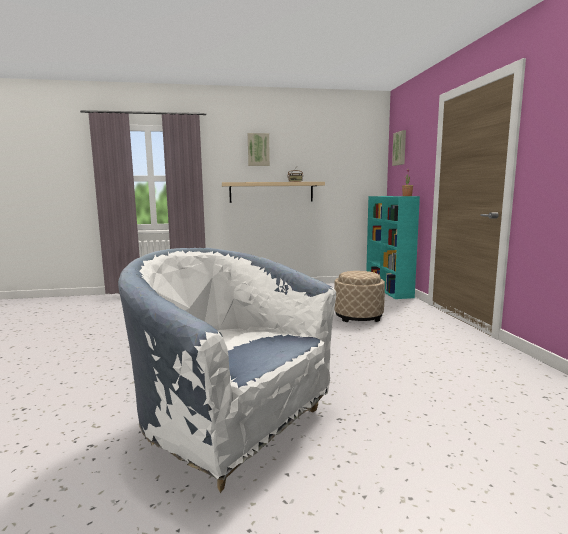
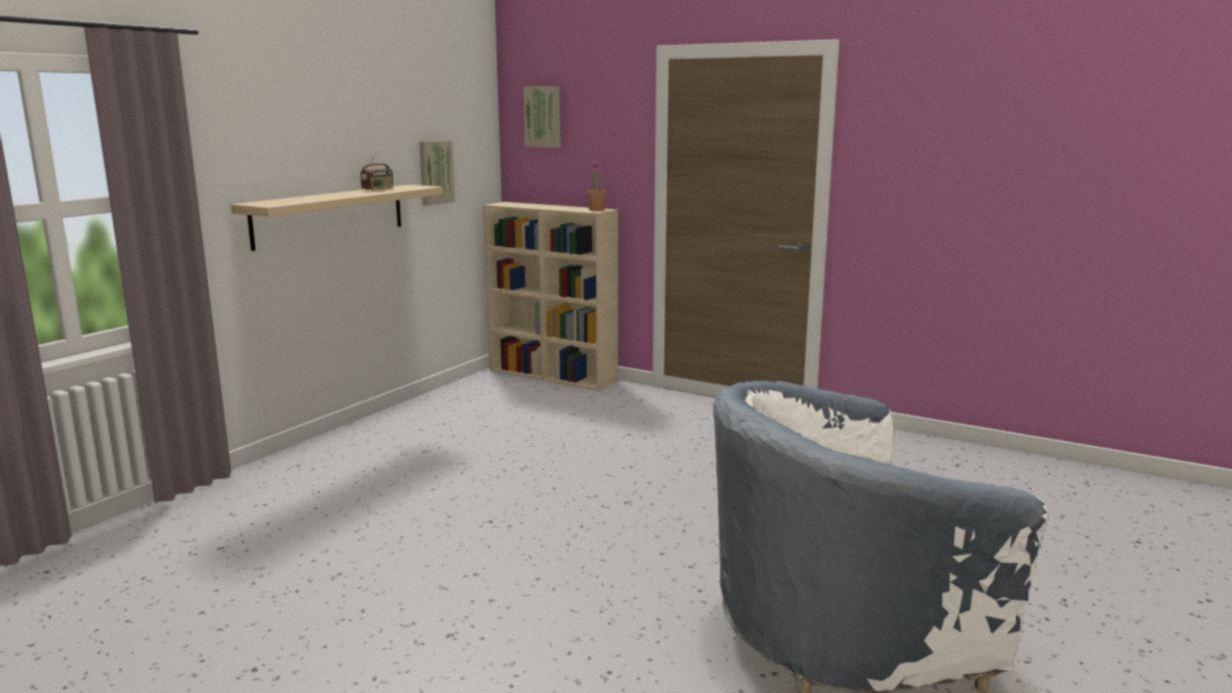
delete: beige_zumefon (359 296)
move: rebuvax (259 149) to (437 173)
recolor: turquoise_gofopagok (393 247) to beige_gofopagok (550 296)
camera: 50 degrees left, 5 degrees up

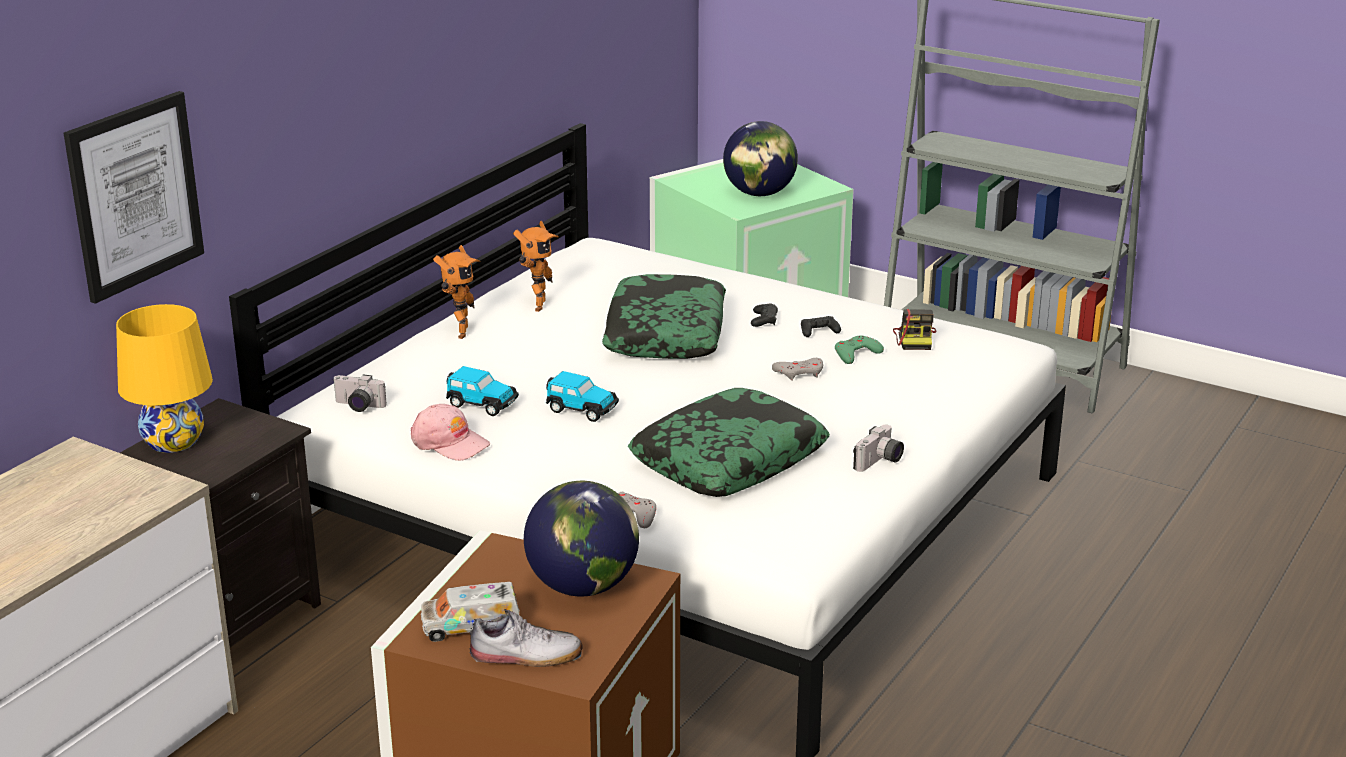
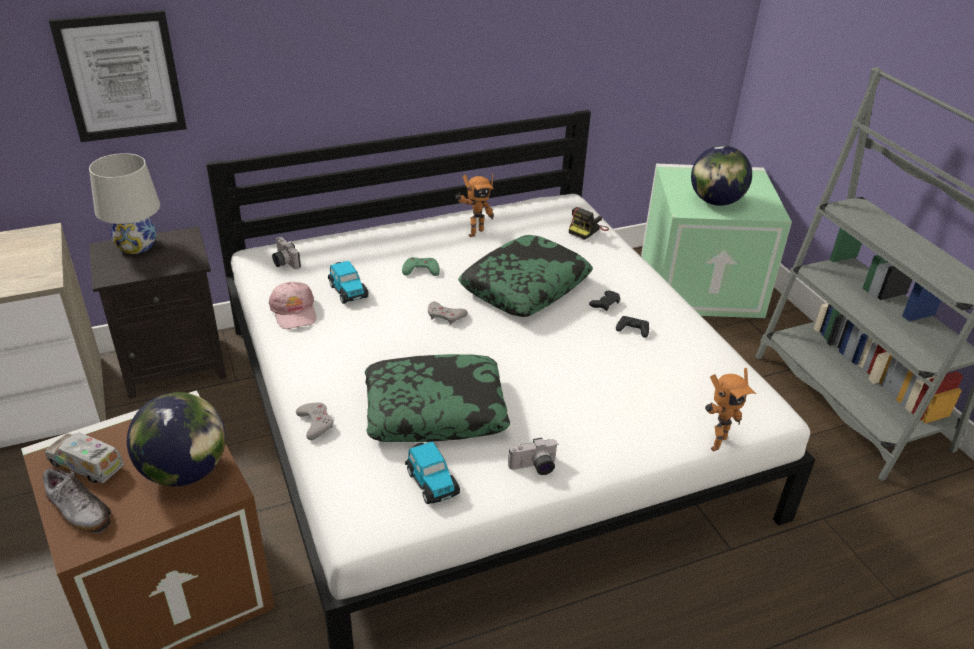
move: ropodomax (456 292) to (730 410); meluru (582 396) to (432 472); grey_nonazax (797 369) to (448 313); green_nonazax (859 349) to (421 266); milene (914 329) to (589 223)
recolor: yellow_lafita (164 378) to white_lafita (124 203)
camera: 35 degrees right, 10 degrees up

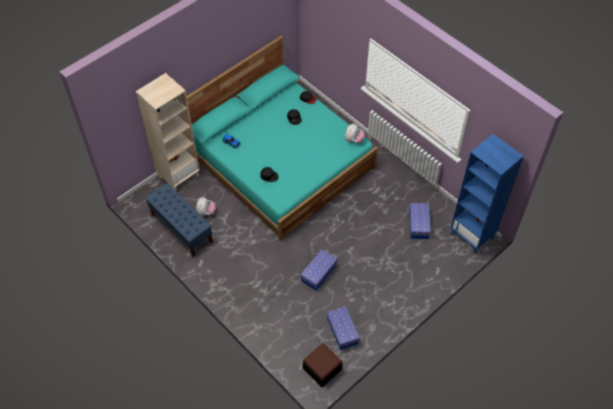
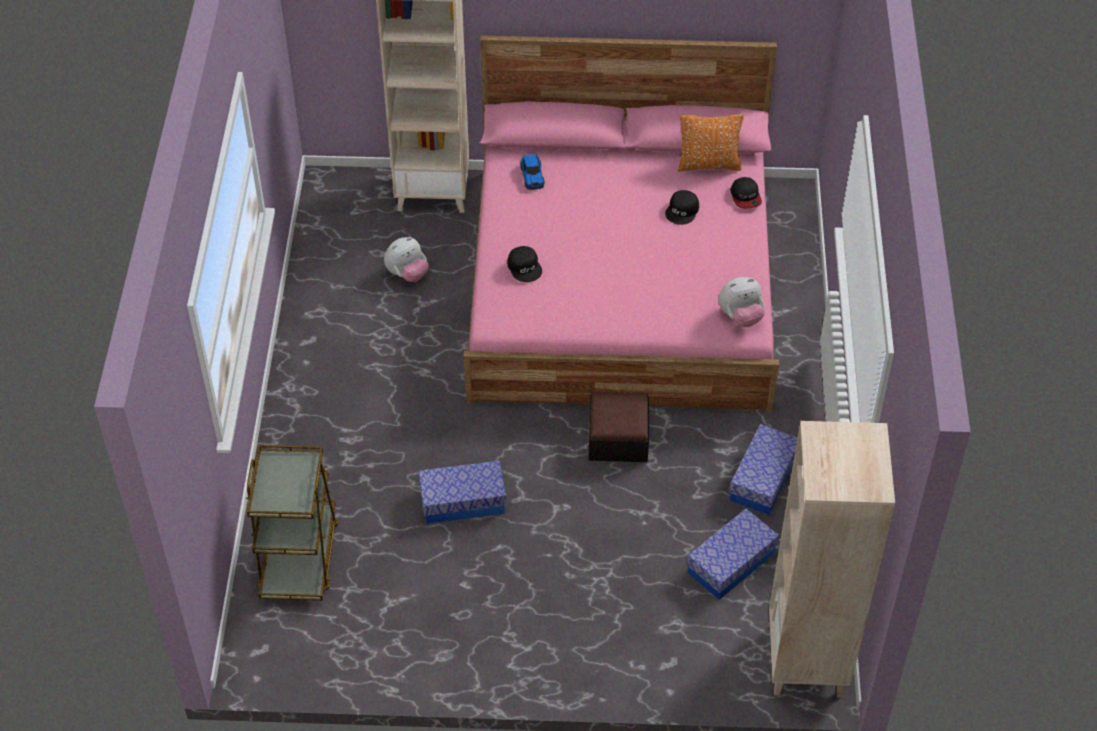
delete: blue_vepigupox (179 220)
insert: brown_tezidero (292 523); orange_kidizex (711 142)
move: zumefon (323 365) to (618 427); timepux (343 328) to (763 469)
recolor: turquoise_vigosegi (282 138) to pink_vigosegi (621 224); blue_gofopagok (487 194) to beige_gofopagok (832 559)
camera: 45 degrees right, 5 degrees down

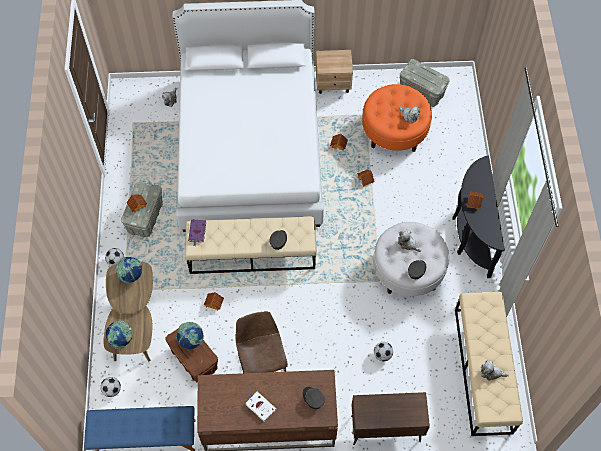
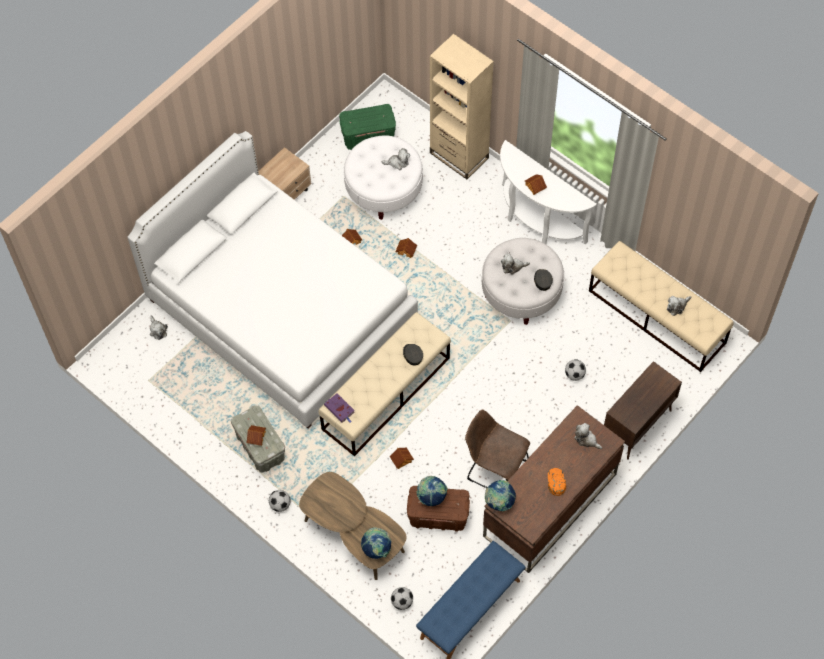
insert: beige_gofopagok (462 106)
move: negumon (129 270) to (500 495)
replace: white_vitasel (260 406) to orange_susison (557 482); grey_susison (314 398) to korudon (588 436)
recolor: orange_zumefon (397 118) to white_zumefon (383 177); grey_timepux (425 83) to green_timepux (367 127); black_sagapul (478 217) to white_sagapul (548 192)
camera: 45 degrees left, 0 degrees up

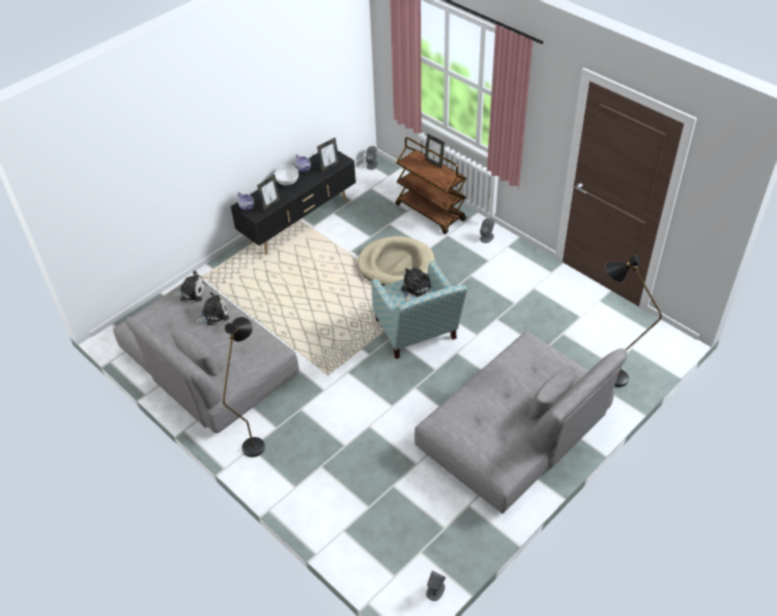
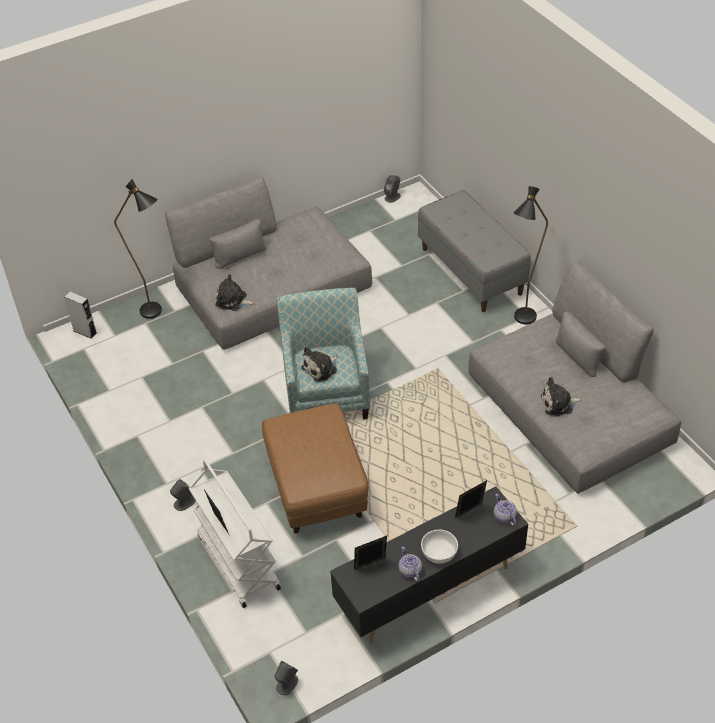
insert: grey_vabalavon (80 315); grey_vepigupox (474 251)
move: korudon (188 286) to (235 292)
replace: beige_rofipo (396 261) to brown_zumefon (315 469)
recolor: brown_tezidero (431 185) to white_tezidero (235 533)
camera: 165 degrees left, 0 degrees up

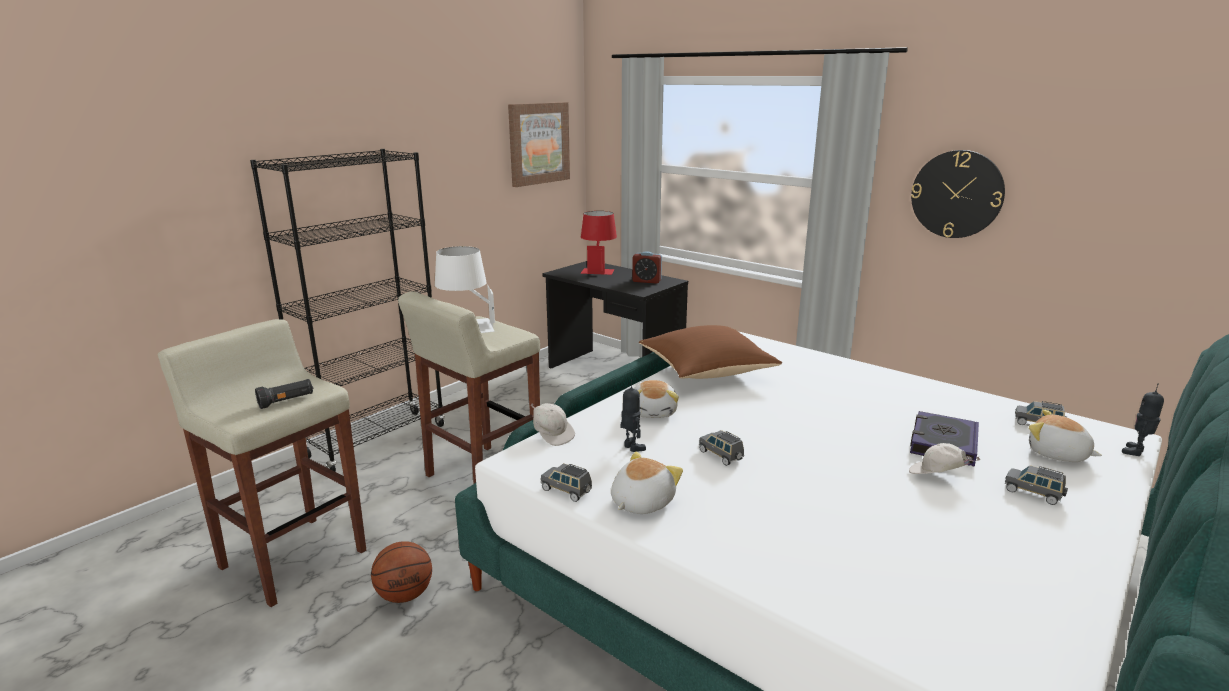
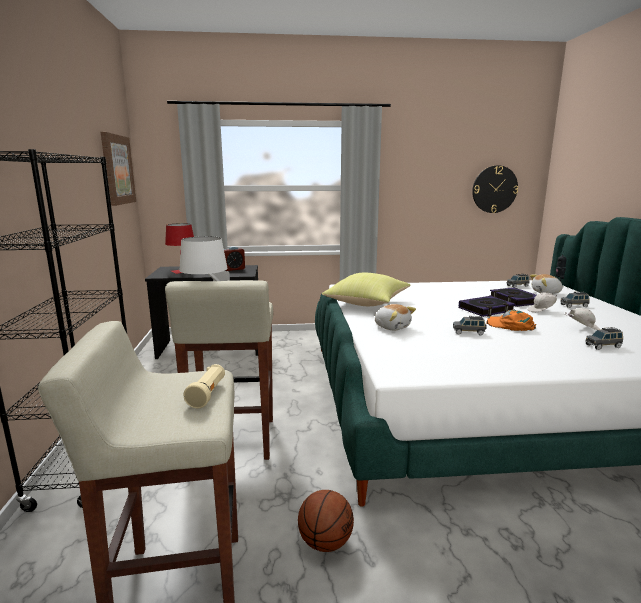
delete: korudon (647 482); ropodomax (633 416)
insert: vitasel (487 306); orange_susison (511 320)
move: white_susison (553 424) to (582 319); grey_meluru (566 482) to (604 338); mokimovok (958 194) to (495 189)
recolor: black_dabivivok (284 394) to beige_dabivivok (204 386); brown_kidizex (710 352) to yellow_kidizex (366 289)
camera: 45 degrees left, 5 degrees down

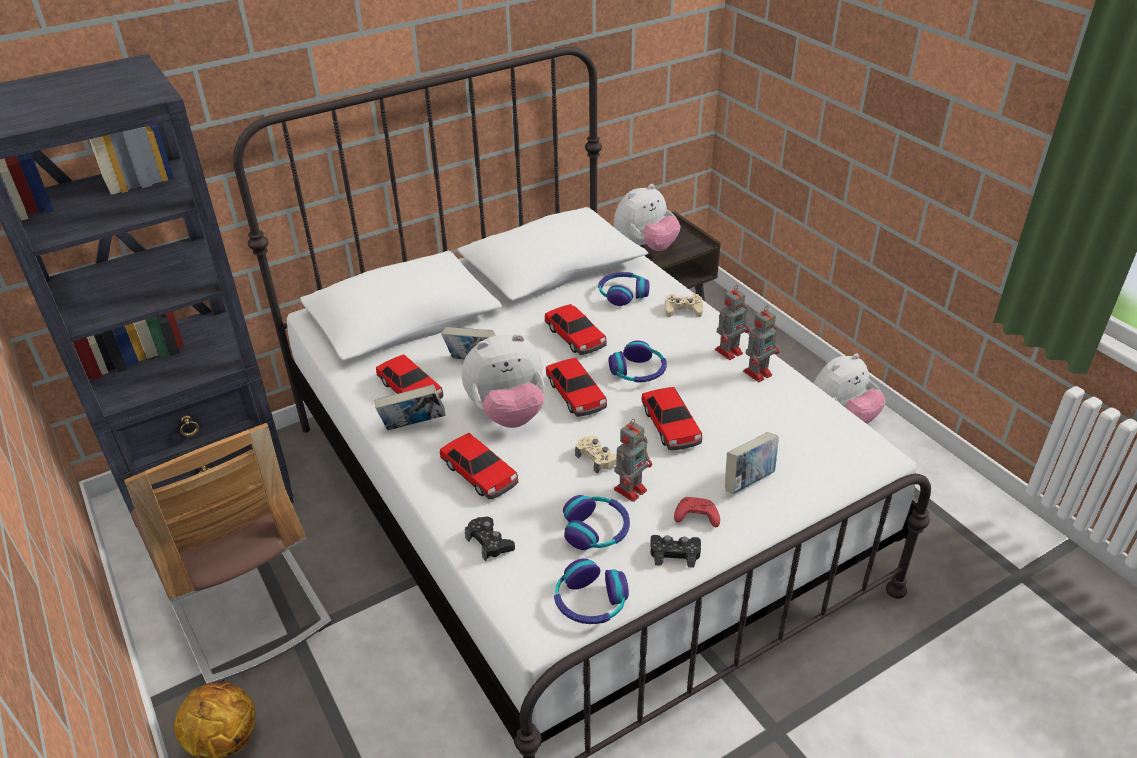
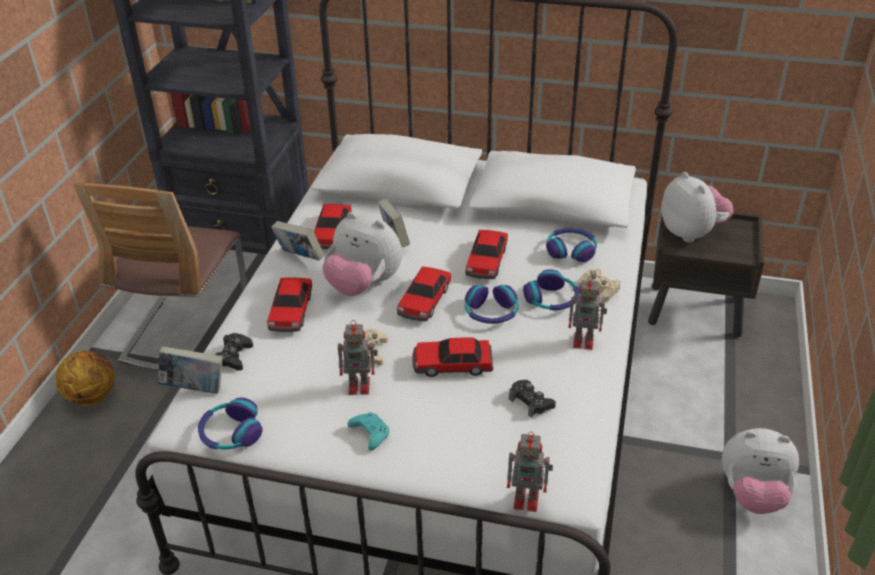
move: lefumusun (596 522) to (551 290); black_nonazax (675 551) to (532 399); vitasel (752 463) to (190 370); ropodomax (761 344) to (530 472)
recolor: red_nonazax (697 512) to turquoise_nonazax (368 431)
rotate: korudon (647 217) = (697 207) 120 degrees counterclockwise; meluru (672 418) = (452 357) 60 degrees clockwise
camera: 45 degrees right, 0 degrees up

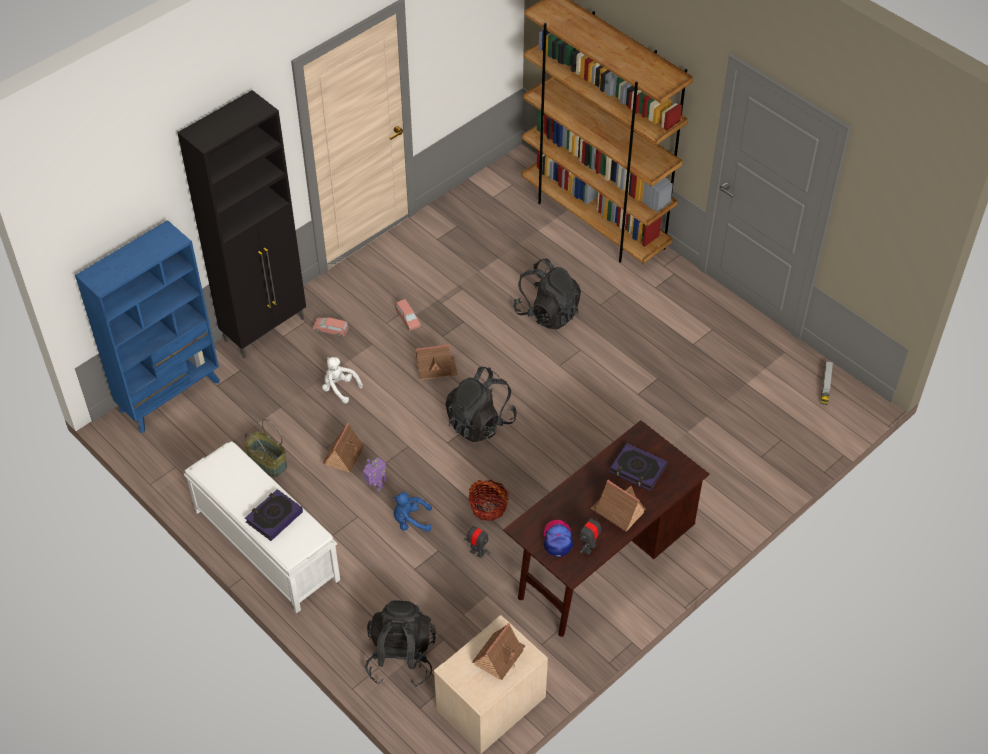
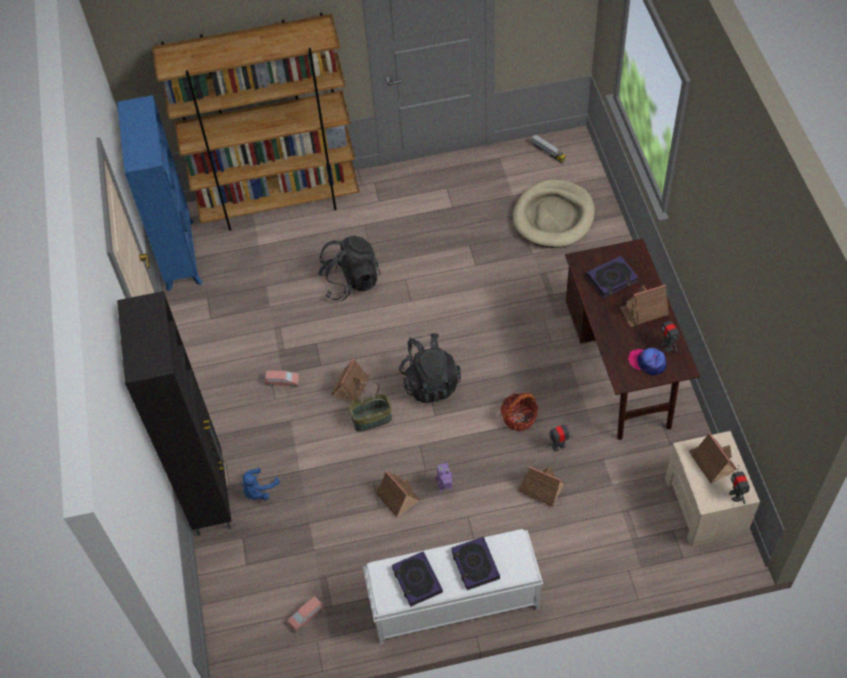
delete: white_korudon (342 380); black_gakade (400 643)
insert: vitasel (417 579); beige_rofipo (554 213); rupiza (541 486); ropodomax (739 484)
move: blue_gofopagok (147 326) to (160 193); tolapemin (265 448) to (370 406); pink_meluru (331 327) to (305 614); blue_korudon (412 512) to (260 484)
camera: 55 degrees left, 5 degrees up

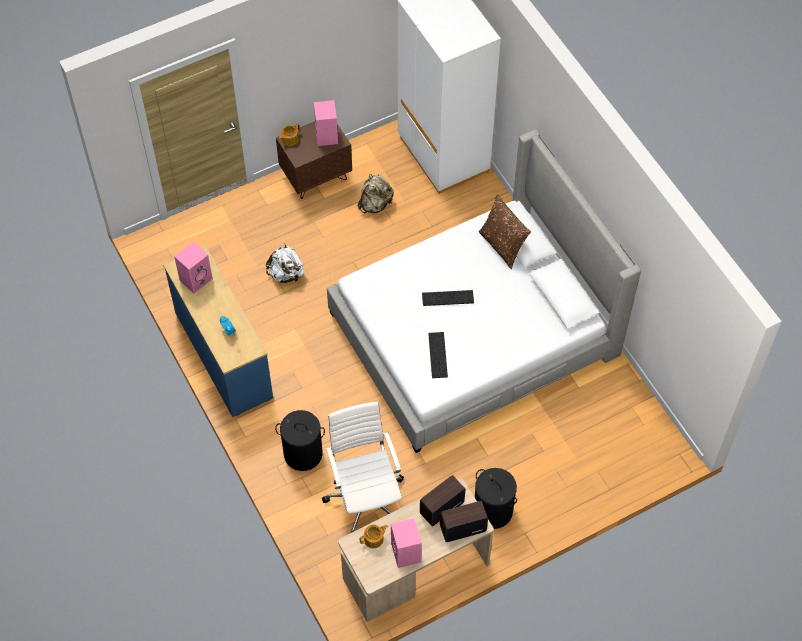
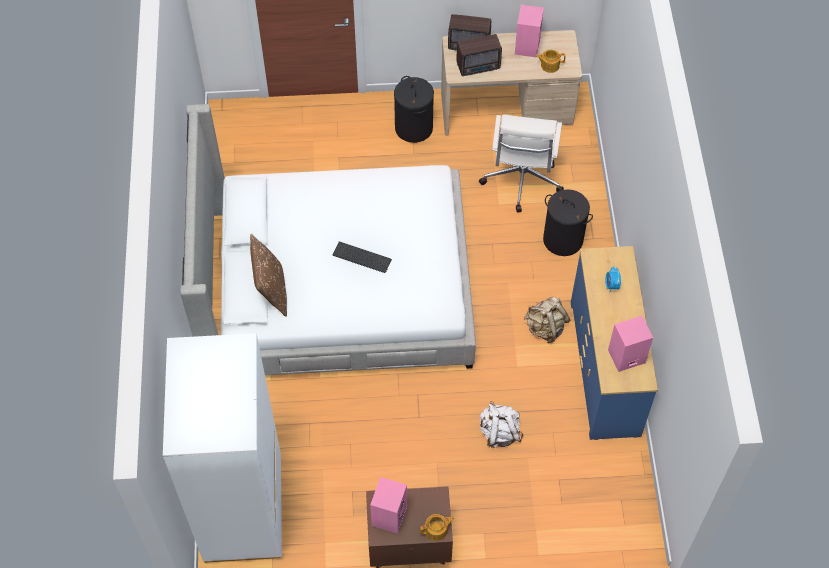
delete: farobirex (438 355)
move: beige_gakade (376 193) to (547 320)
camera: 155 degrees left, 0 degrees up

